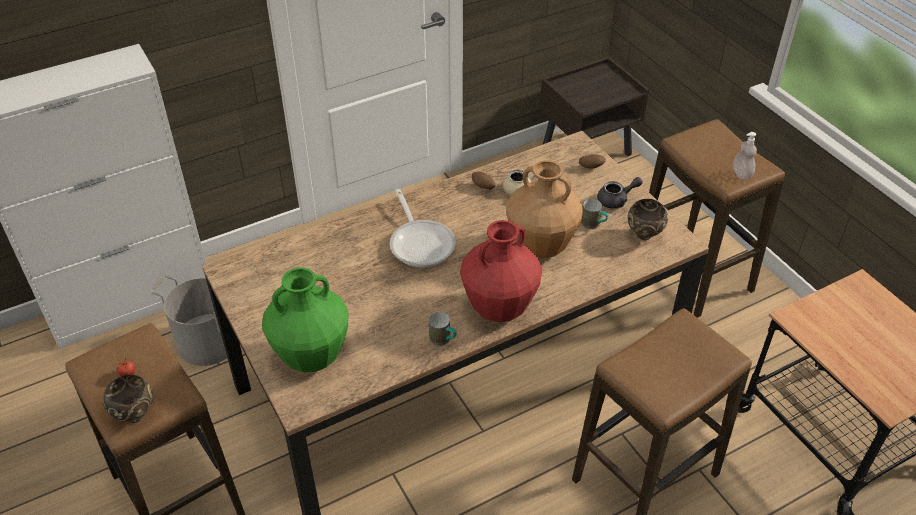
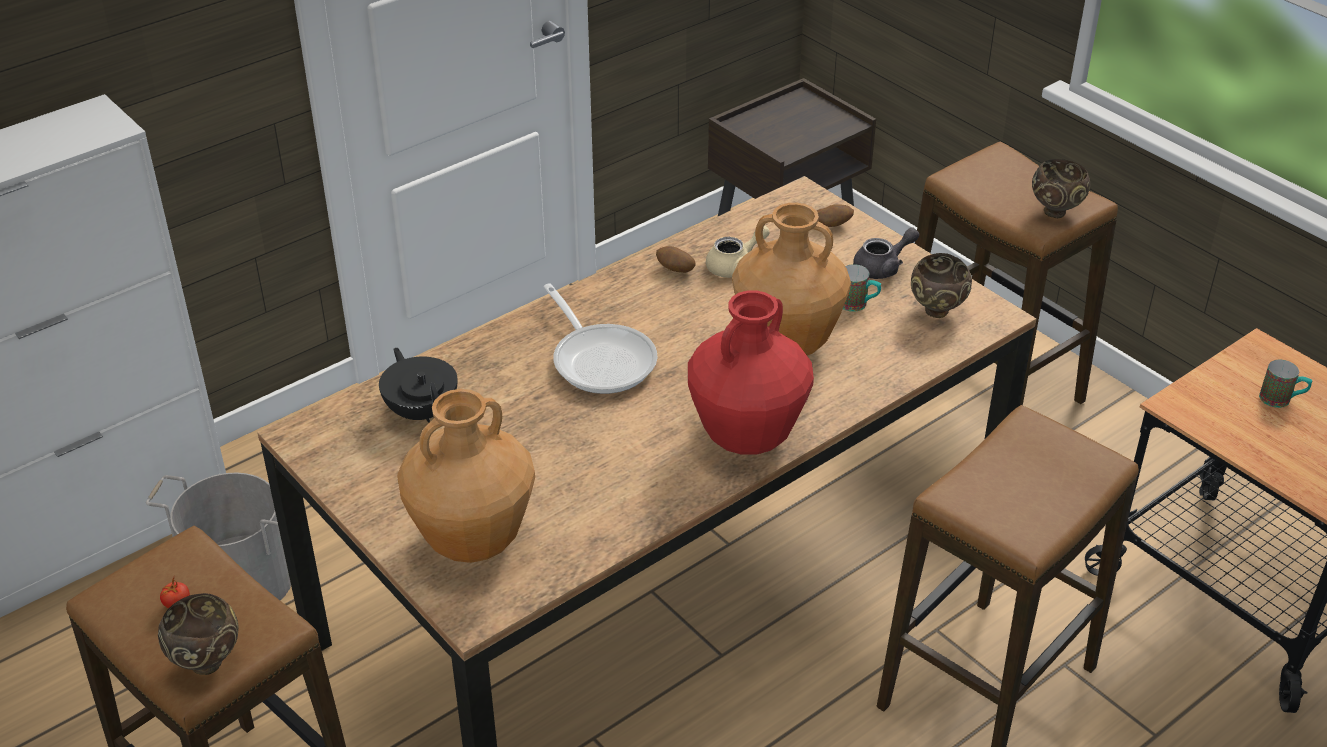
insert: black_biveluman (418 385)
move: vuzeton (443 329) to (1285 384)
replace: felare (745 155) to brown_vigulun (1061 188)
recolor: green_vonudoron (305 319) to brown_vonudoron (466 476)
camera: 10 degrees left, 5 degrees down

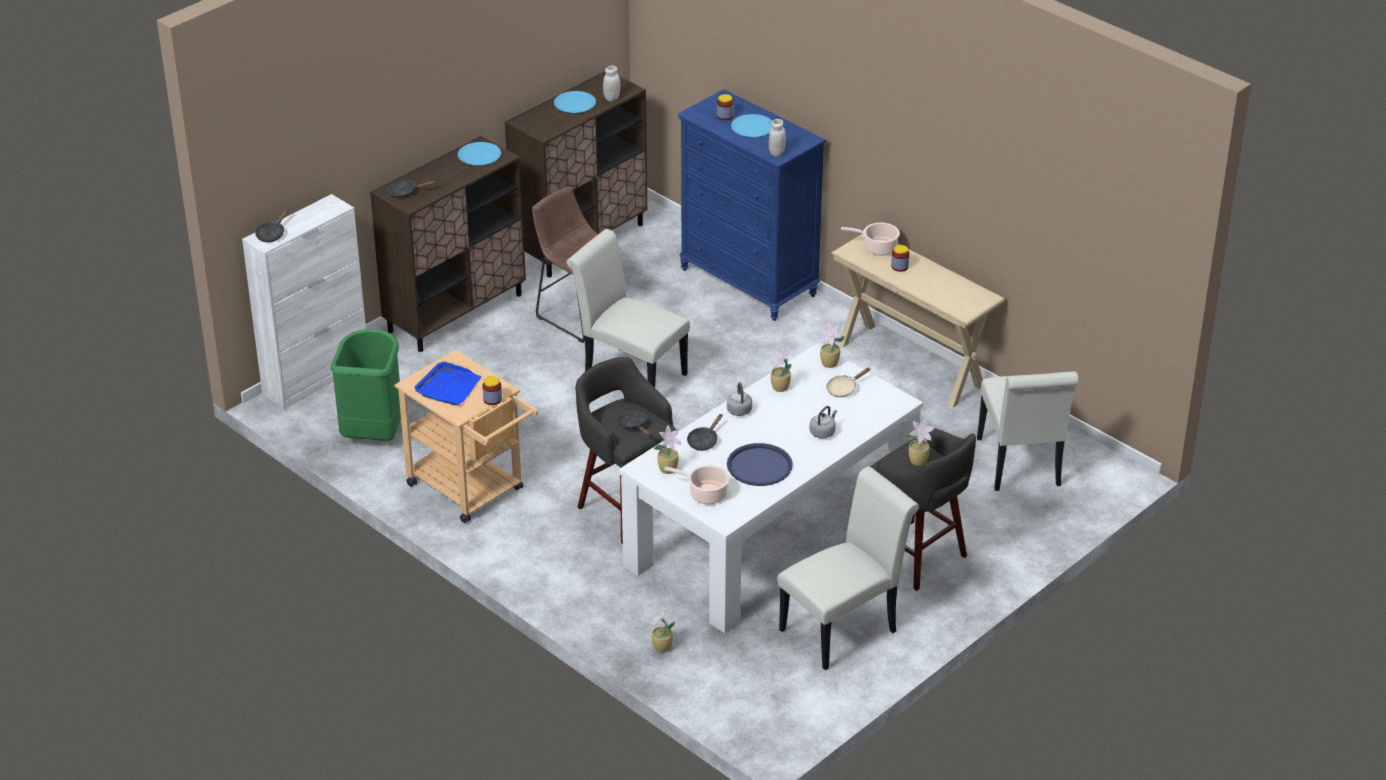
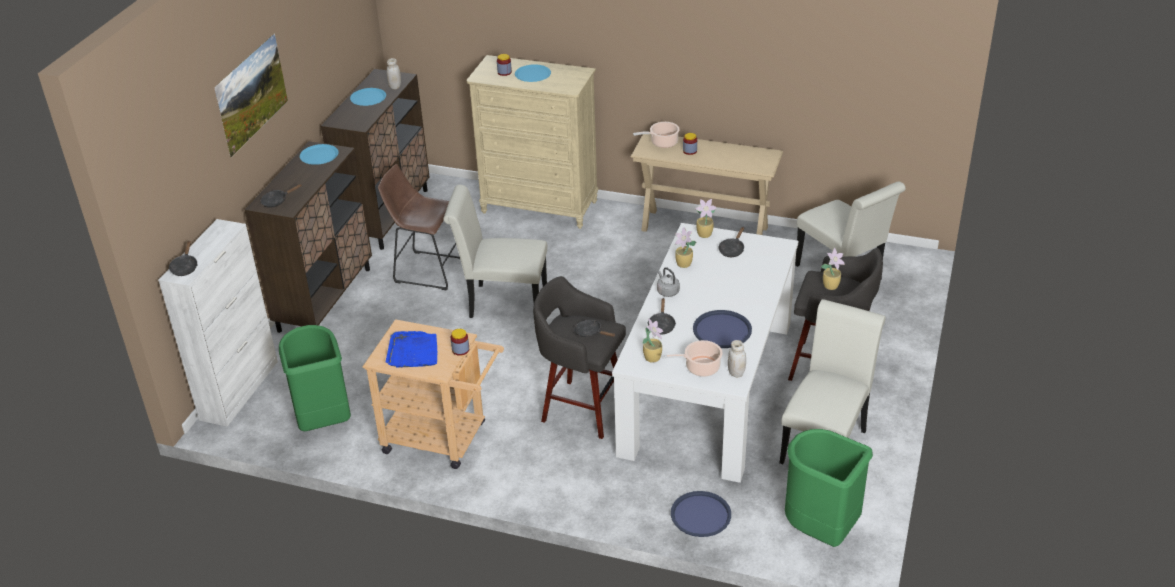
delete: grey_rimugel (823 422)
insert: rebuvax (251 95); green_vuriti (829 488)
move: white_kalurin (777 138) to (737 358)
replace: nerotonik (662 631) to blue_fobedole (701 514)
recolor: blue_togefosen (752 205) to beige_togefosen (533 142); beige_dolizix (848 382) to black_dolizix (731 242)
camera: 25 degrees left, 0 degrees up

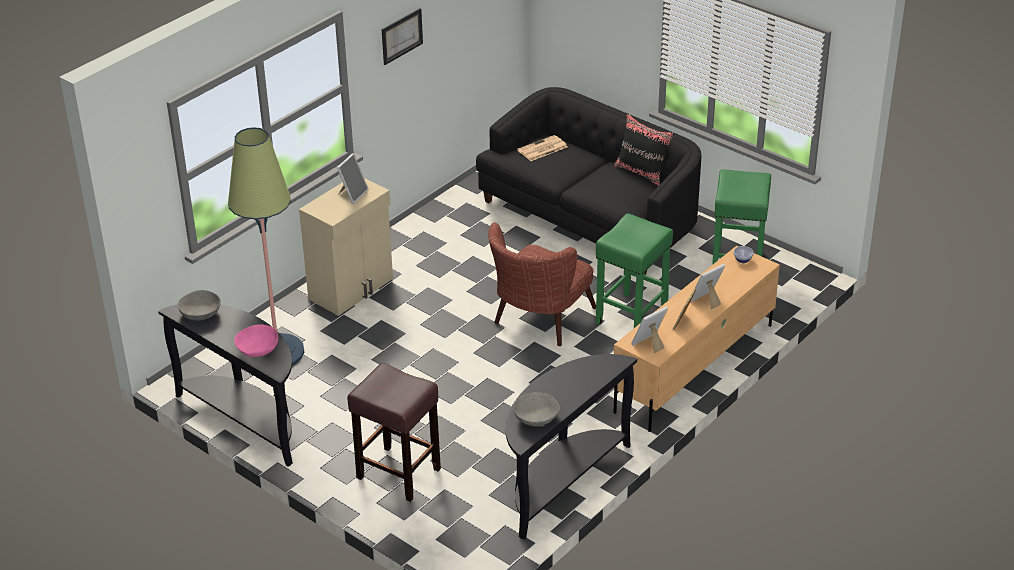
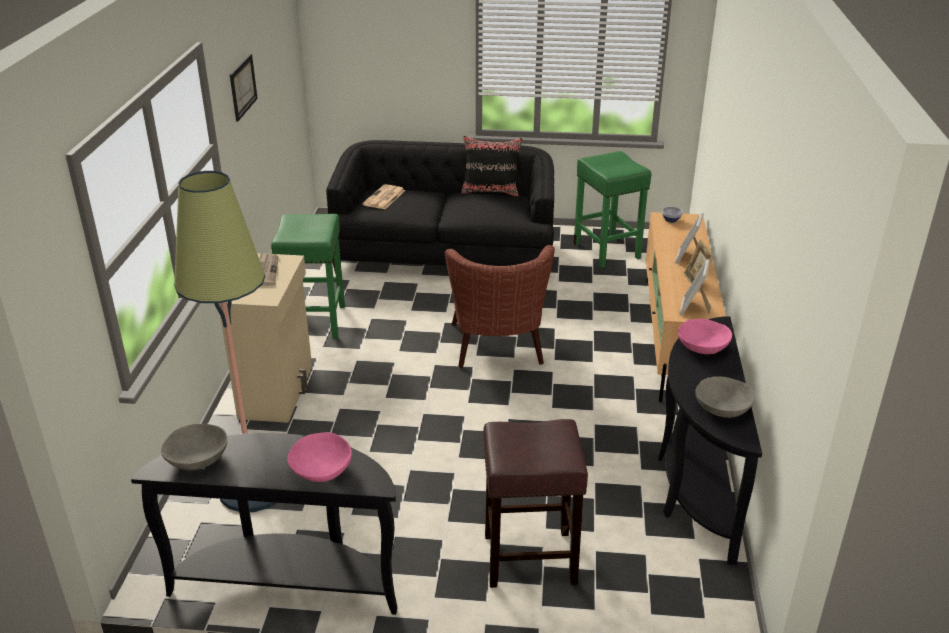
insert: pink_vigulun (705 336)
move: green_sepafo (634 270) to (308 276)
replace: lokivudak (353 178) to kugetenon (269 269)
camera: 35 degrees left, 5 degrees down

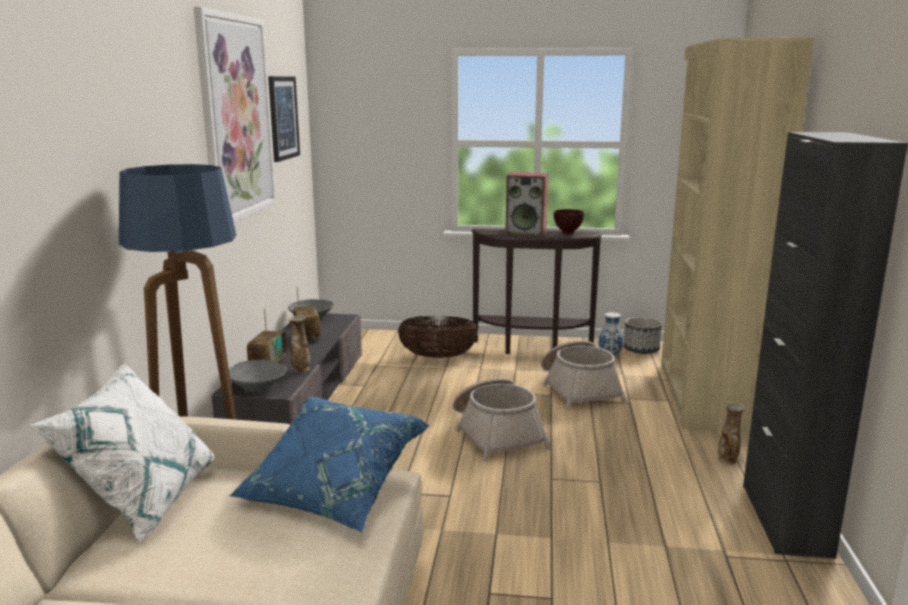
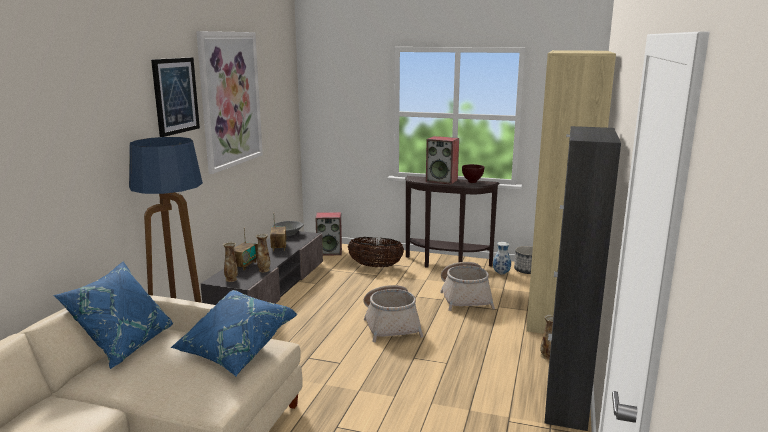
insert: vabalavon (328 234)
move: rebuvax (284 119) to (175 97)
replace: grey_vigulun (258 375) to vonudoron (230 262)
recolor: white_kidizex (122 452) to blue_kidizex (113 315)
camera: 10 degrees right, 0 degrees up

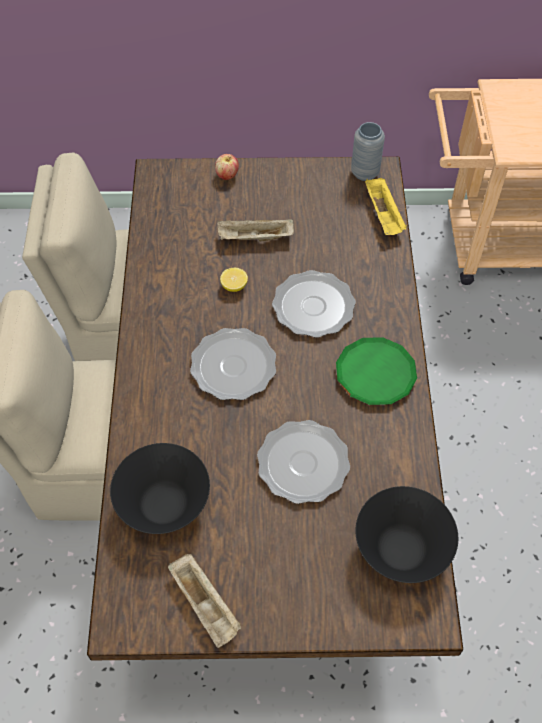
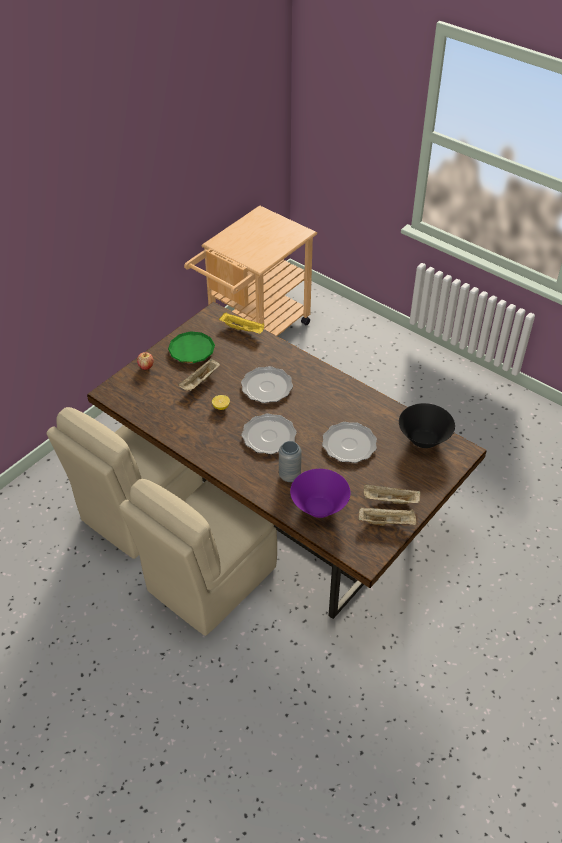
insert: beige_fobedole (392 494)
move: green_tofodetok (376 371) to (191 347); grey_vonudoron (368 151) to (290 461)
recolor: black_vigulun (160 488) to purple_vigulun (320 493)
camera: 50 degrees left, 10 degrees down

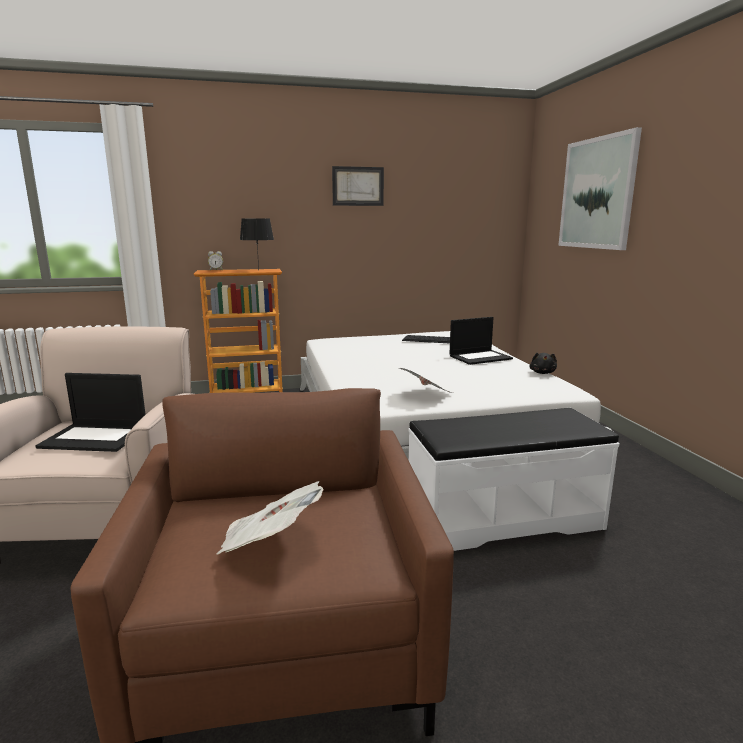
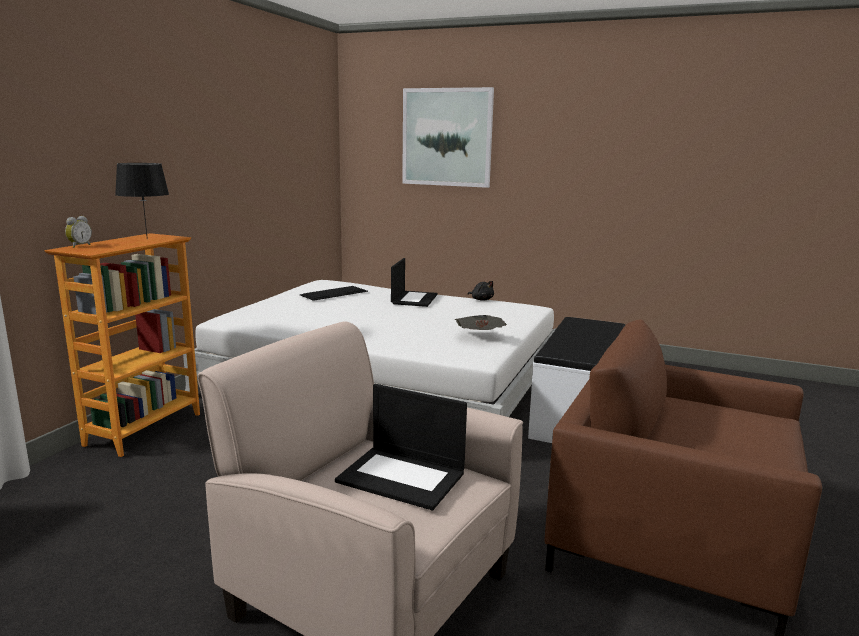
delete: kugetenon (269 518); rebuvax (358 186)
rotate: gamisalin (90 412) = (401 447) 75 degrees clockwise
camera: 55 degrees left, 0 degrees up

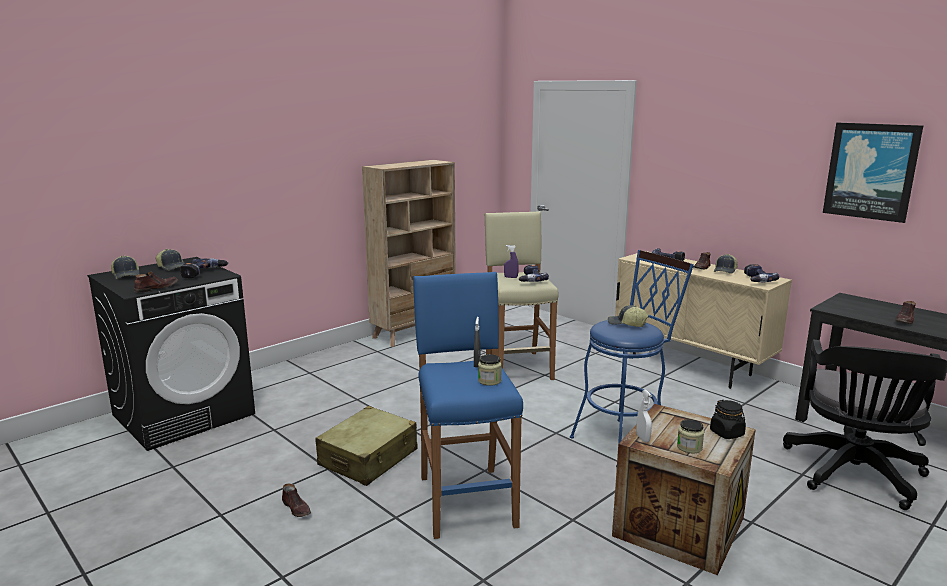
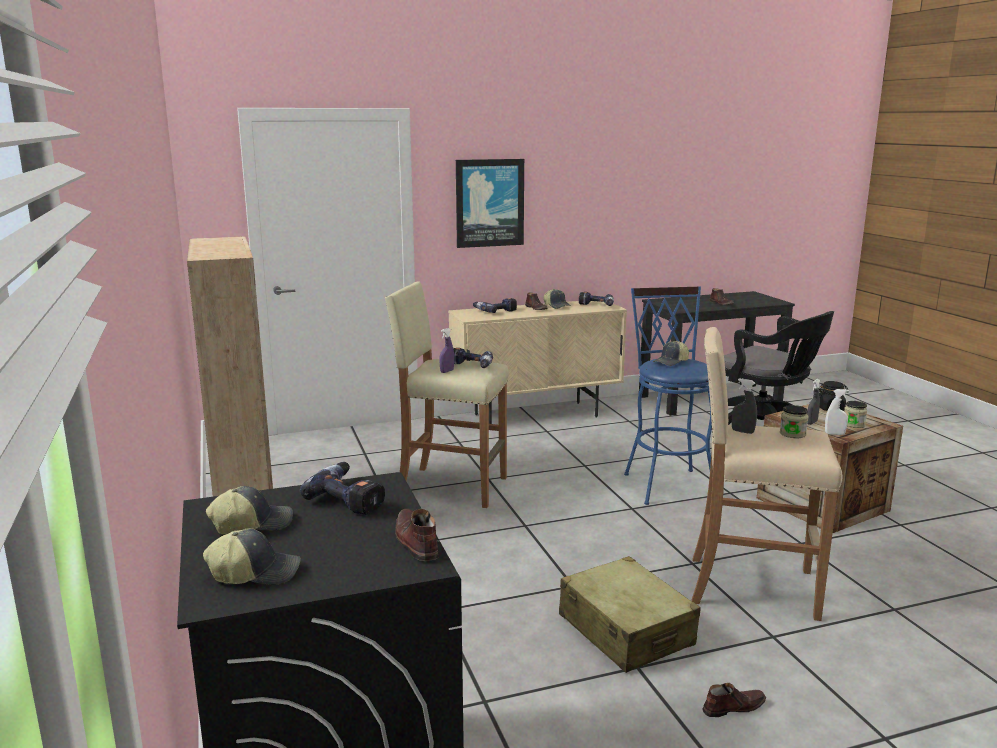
insert: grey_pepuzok (813 402)
move: rebuvax (873 173) to (490 203)
recolor: blue_sepafo (468 405) to beige_sepafo (767 474)
camera: 65 degrees left, 0 degrees up

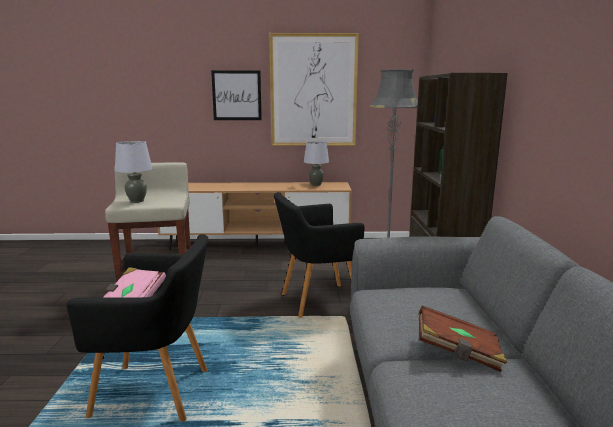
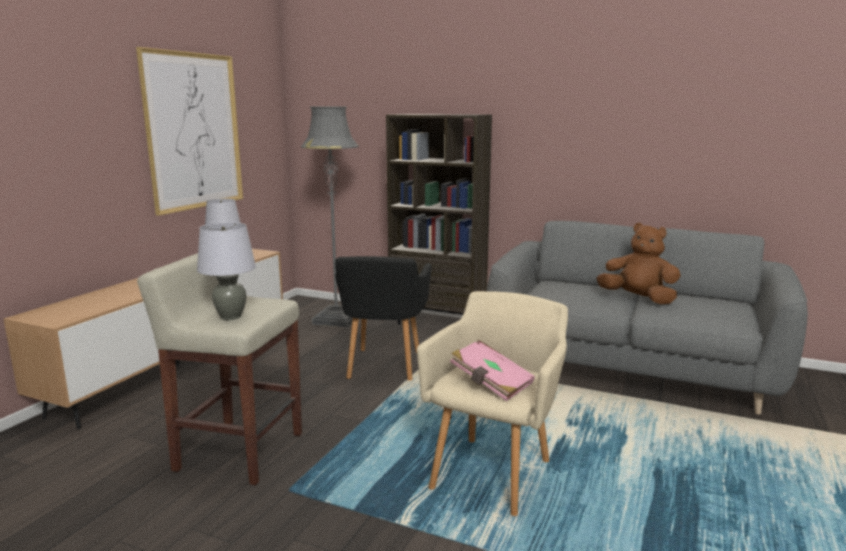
delete: rebuvax (236 95)
replace: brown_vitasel (463 338) to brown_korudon (638 263)
recolor: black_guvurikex (137 328) to beige_guvurikex (492 403)
camera: 65 degrees left, 0 degrees up

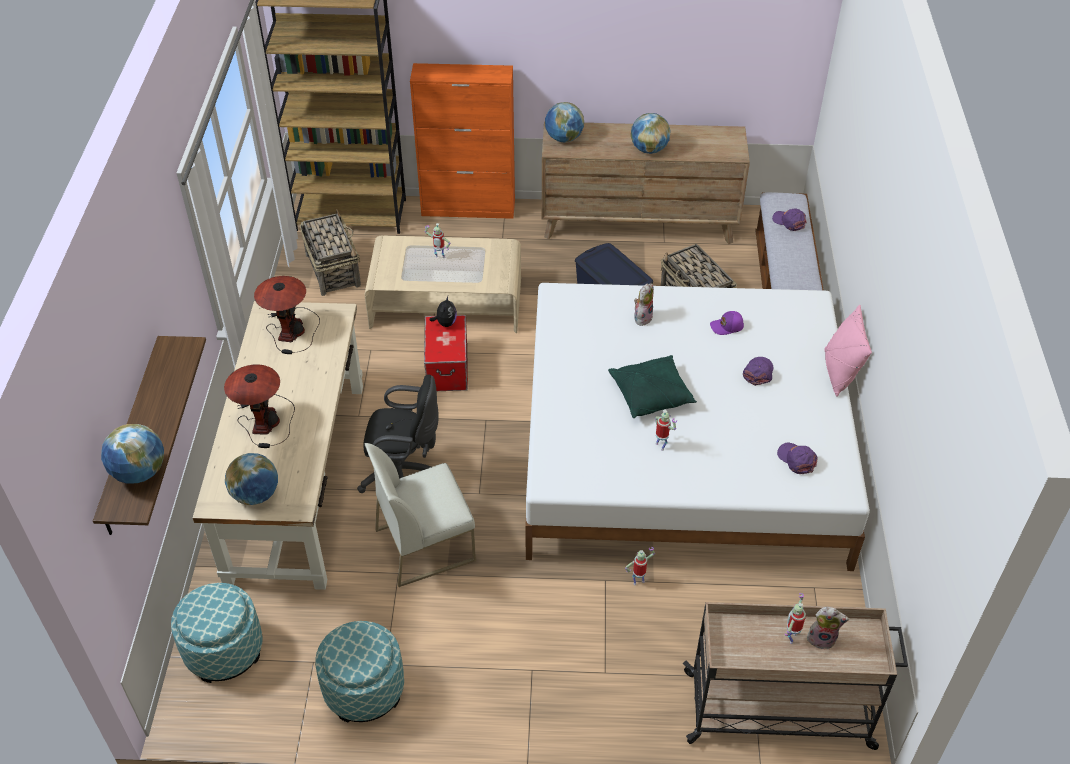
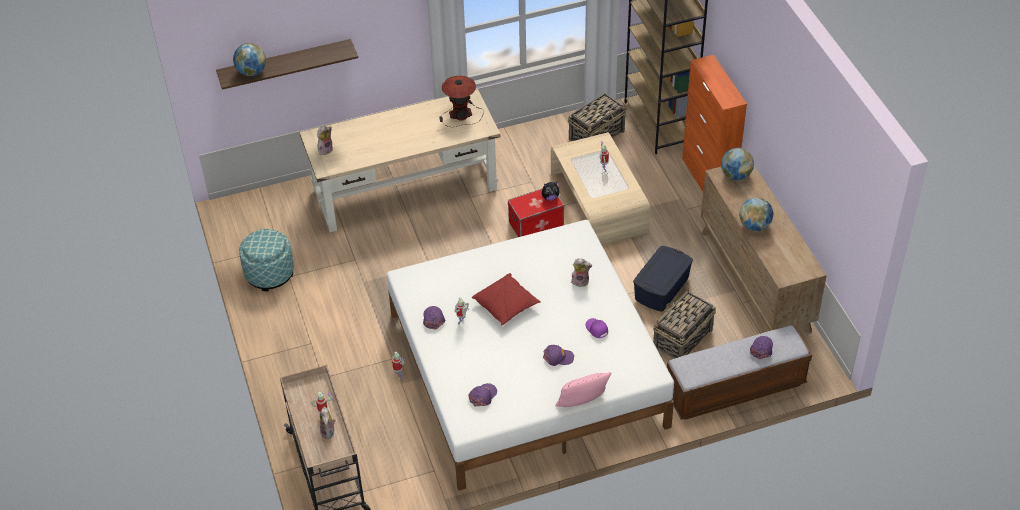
delete: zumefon (217 633); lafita (259 406); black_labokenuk (398 434); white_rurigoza (420 515)
insert: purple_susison (434 318)
replace: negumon (251 479) to korudon (325 140)
recolor: green_kidizex (652 386) to red_kidizex (506 299)
camera: 70 degrees right, 0 degrees up

